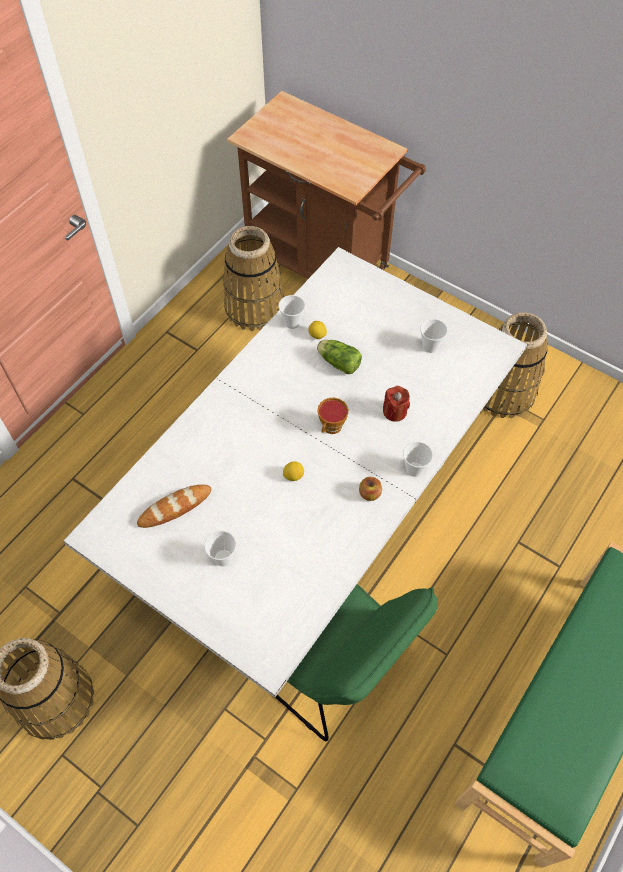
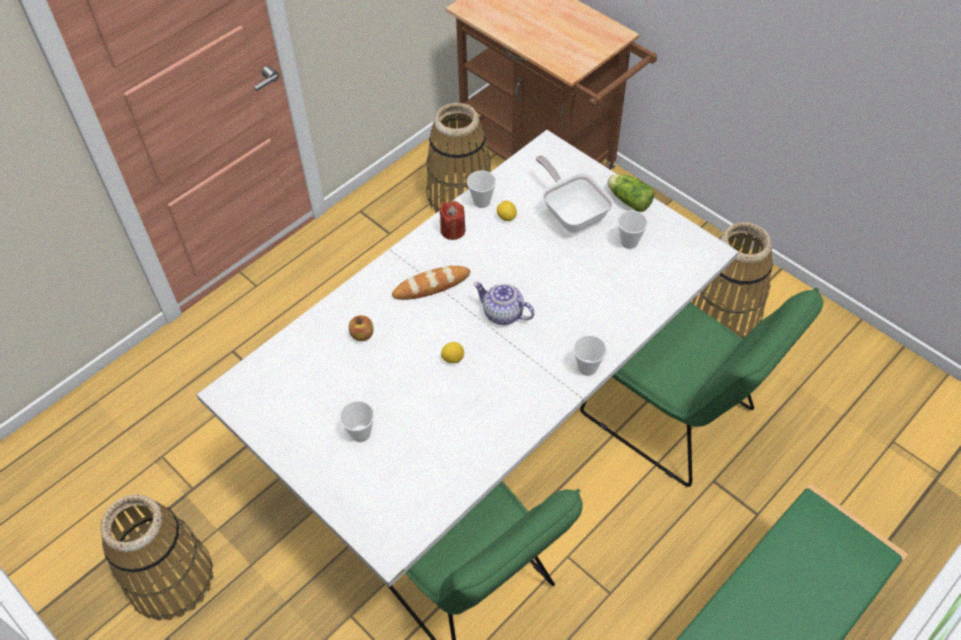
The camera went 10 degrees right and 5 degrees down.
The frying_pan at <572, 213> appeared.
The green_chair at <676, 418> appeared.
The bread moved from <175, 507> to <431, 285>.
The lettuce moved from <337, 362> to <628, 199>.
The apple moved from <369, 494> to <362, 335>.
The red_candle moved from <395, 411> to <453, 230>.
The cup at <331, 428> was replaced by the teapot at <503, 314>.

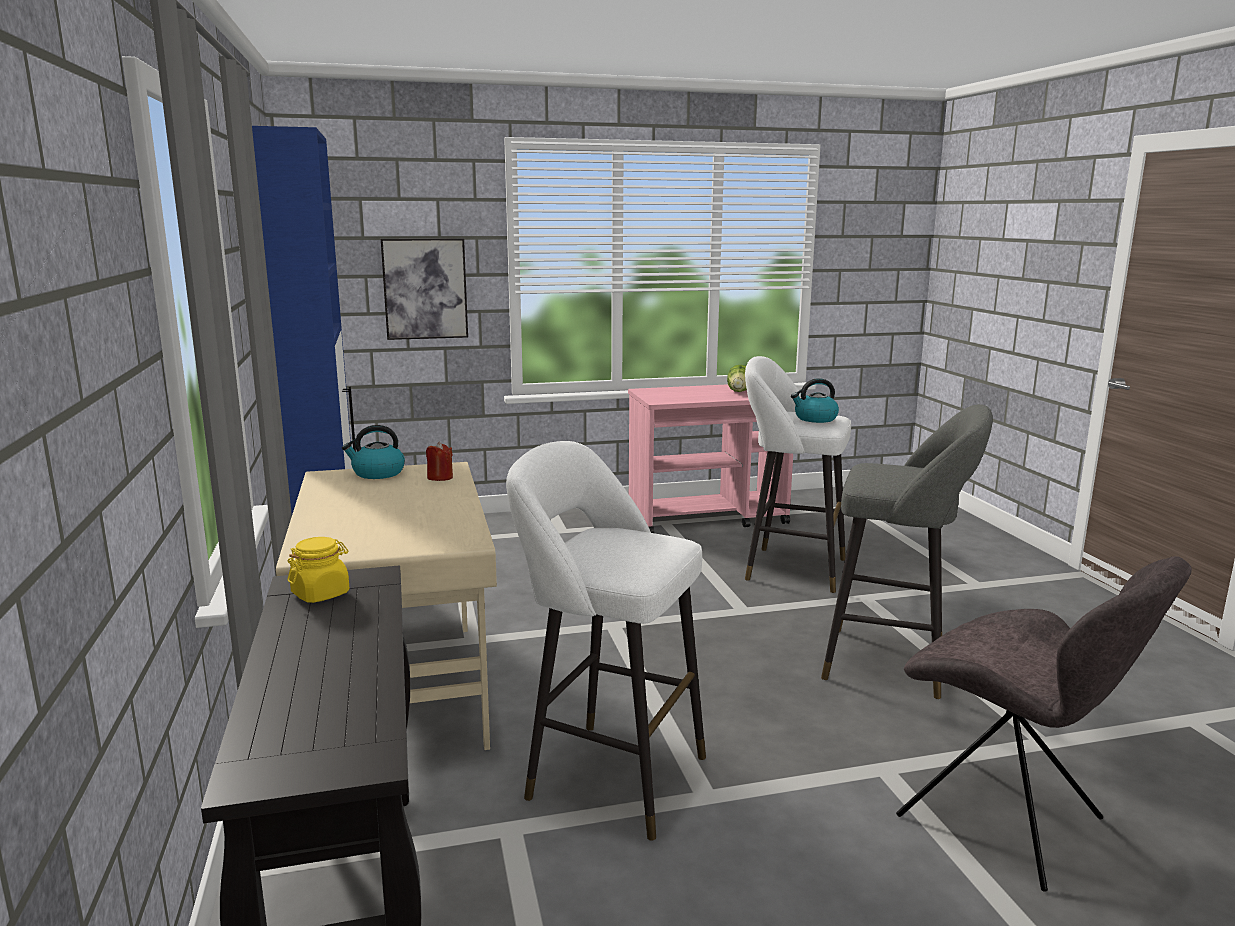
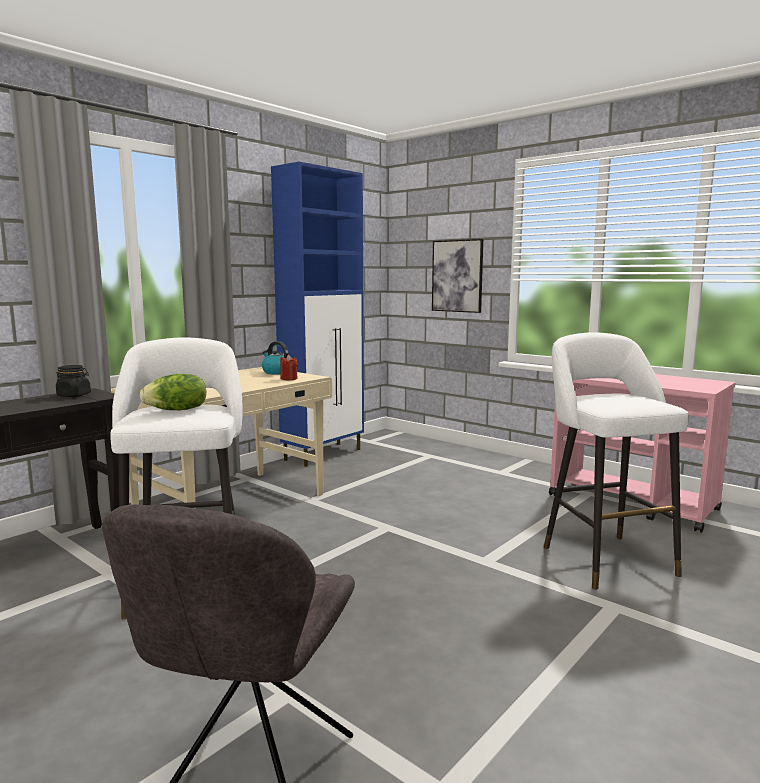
The camera went 55 degrees right and 5 degrees down.
The kettle at <815, 419> disappeared.
The grey_stool at <893, 663> disappeared.
The lettuce moved from <740, 391> to <177, 410>.
The yellow_jar at <321, 594> became the black_jar at <74, 395>.

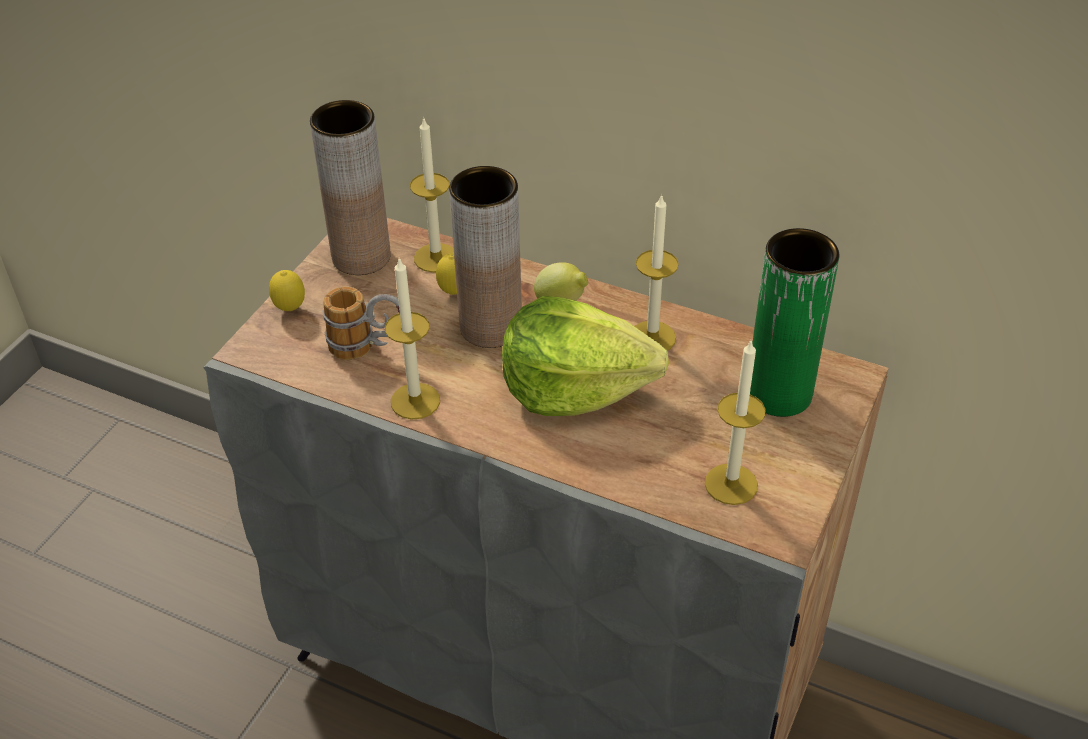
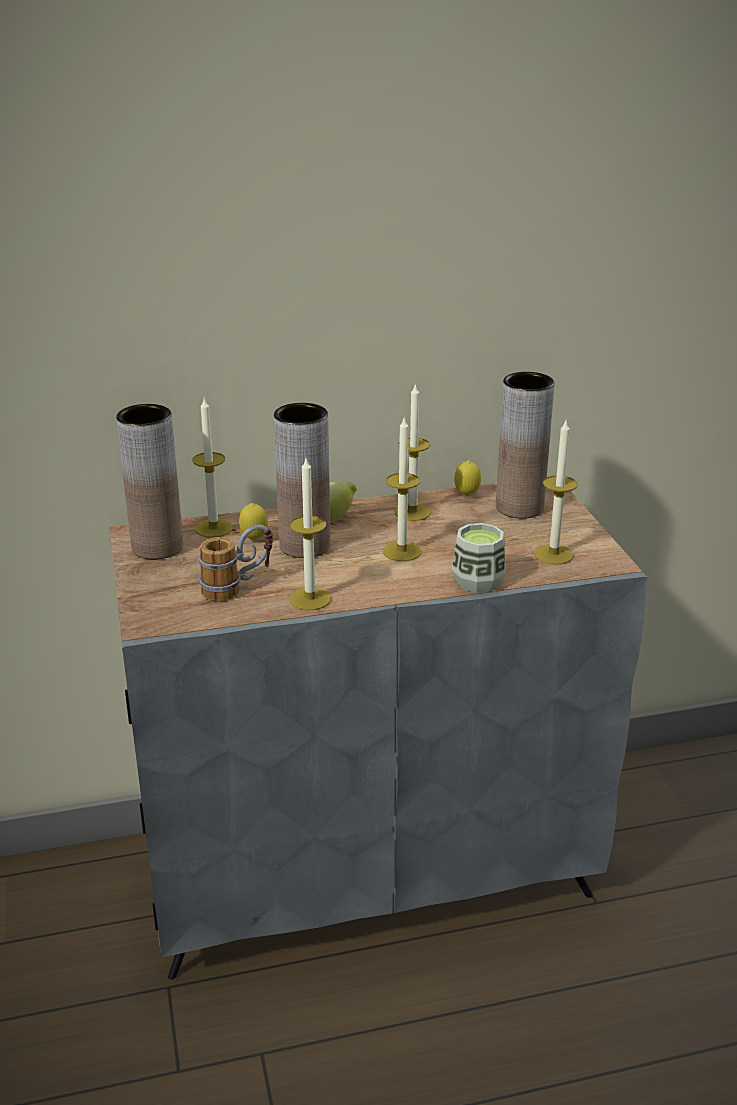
The camera went 40 degrees left and 15 degrees down.
The cup at <477, 582> appeared.
The lemon moved from <290, 309> to <466, 495>.
The lettuce at <575, 387> was replaced by the candle at <401, 551>.
The green_vase at <779, 393> became the brown_vase at <519, 508>.

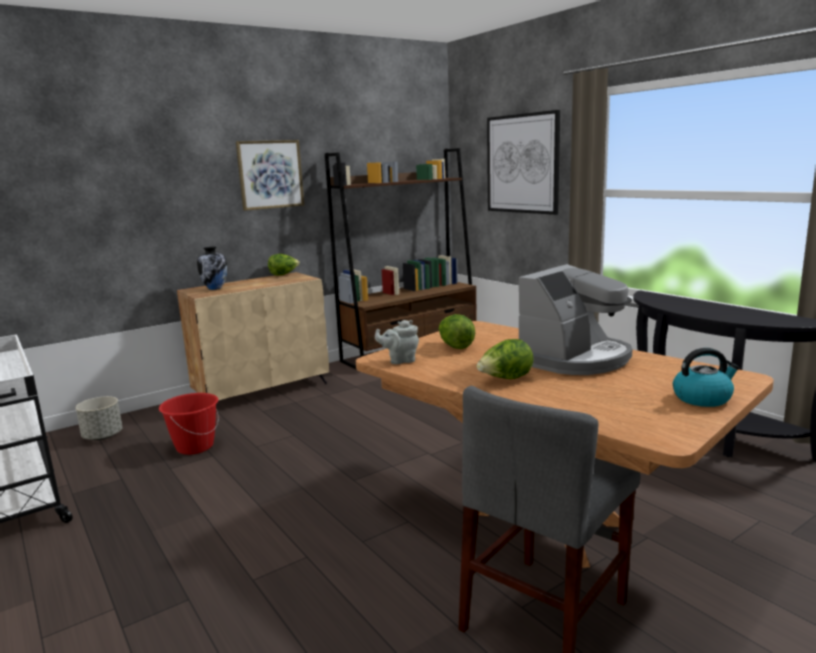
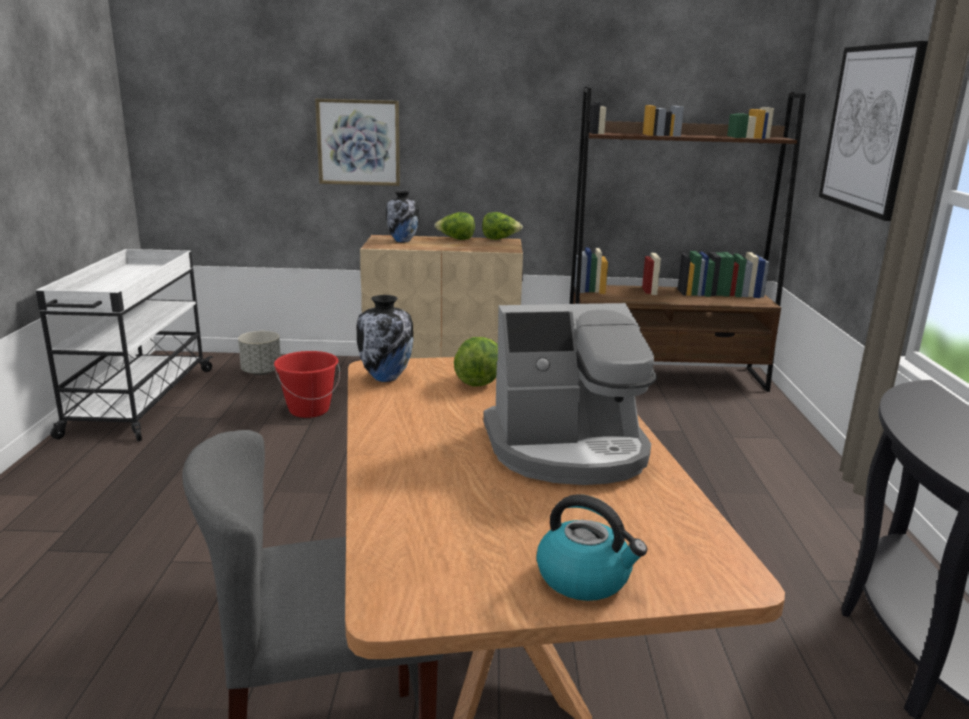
The camera went 35 degrees right and 5 degrees up.
The picture moved from <270, 174> to <358, 142>.
The lettuce moved from <505, 379> to <456, 239>.
The grey_teapot at <400, 360> was replaced by the vase at <386, 378>.

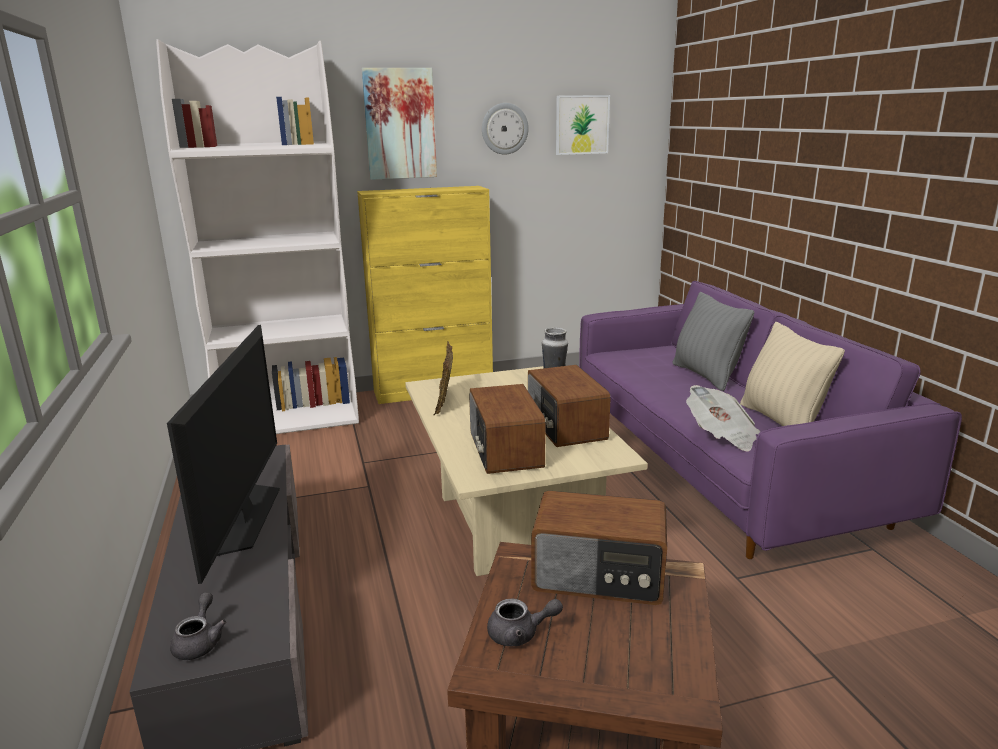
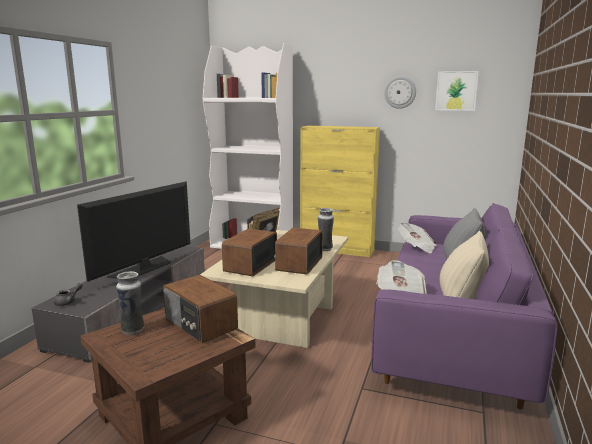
The camera went 35 degrees right and 5 degrees down.
The picture at <400, 124> disappeared.
The newspaper at <416, 247> appeared.
The grey_teapot at <520, 634> was replaced by the vase at <133, 330>.

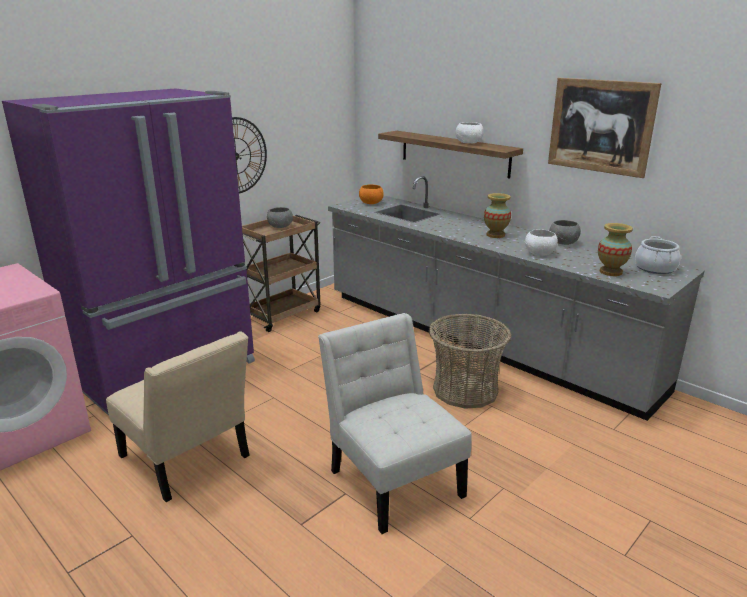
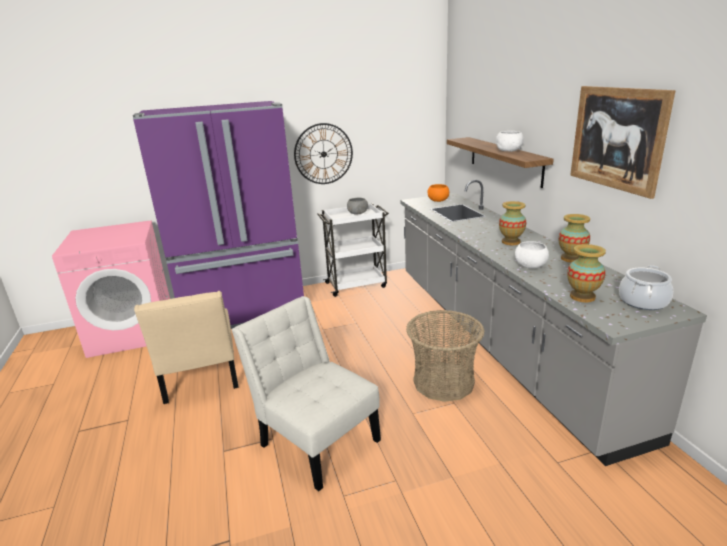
The camera went 30 degrees right and 0 degrees up.
The grey_bowl at <563, 243> was replaced by the vase at <571, 259>.
The brown_cart at <283, 314> became the white_cart at <357, 284>.
The white_chair at <393, 478> turned 45 degrees counterclockwise.

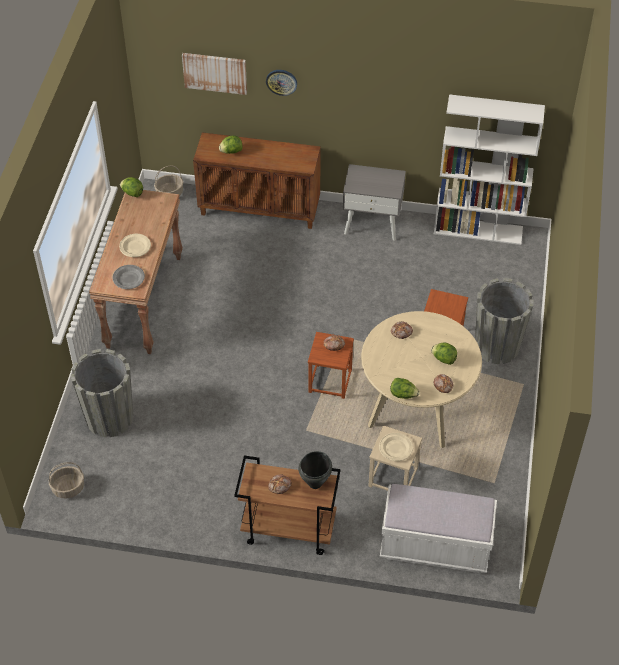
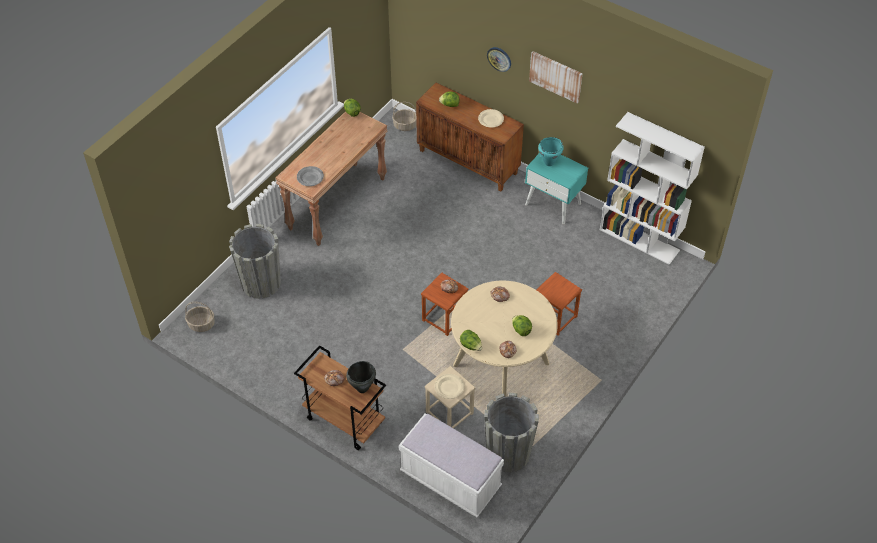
The camera went 25 degrees right and 0 degrees up.
The turquoise_cooking_pot at <548, 162> appeared.
The beige_plate moved from <135, 247> to <491, 119>.
The picture moved from <215, 72> to <556, 76>.
The grey_planter moved from <497, 346> to <508, 453>.
The grey_nightstand at <372, 223> became the turquoise_nightstand at <553, 204>.

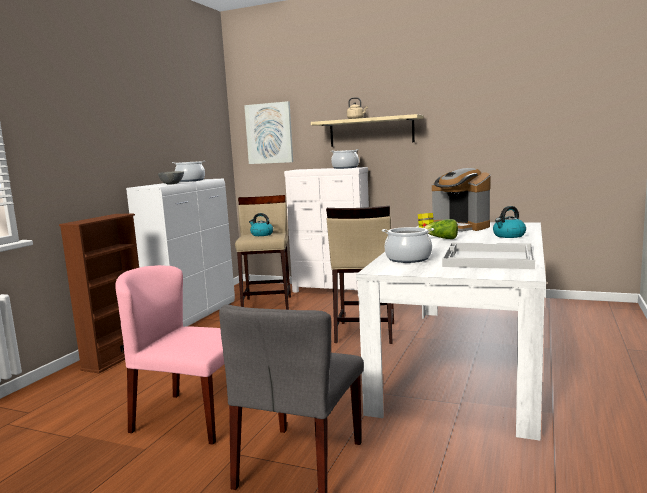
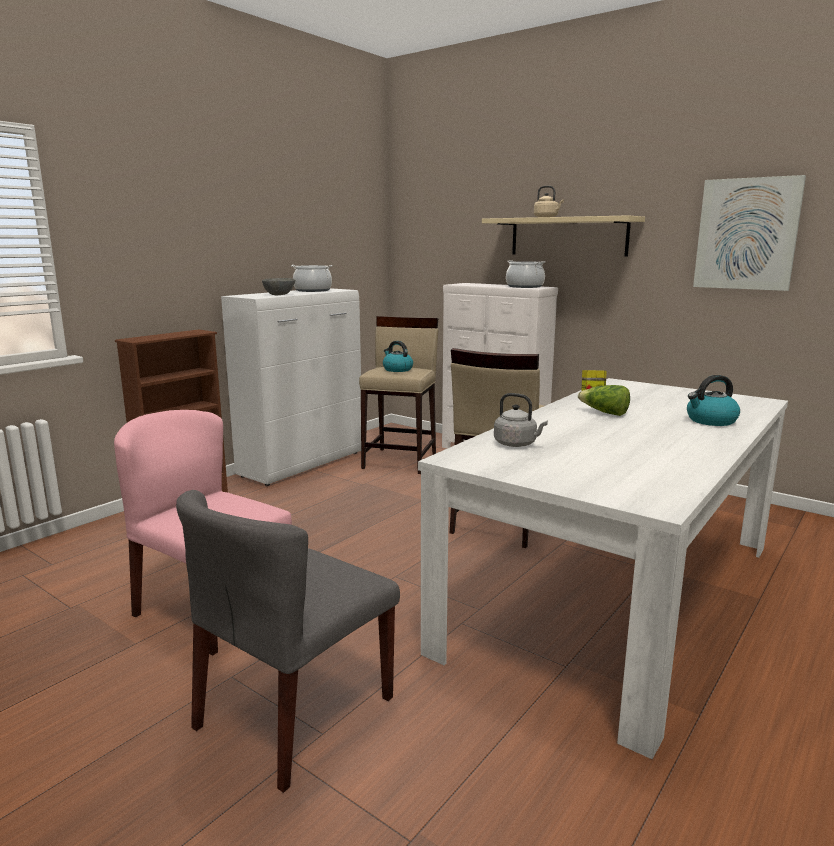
The camera went 15 degrees right and 5 degrees up.
The coffee_machine at <460, 227> disappeared.
The white_tray at <488, 258> disappeared.
The picture moved from <269, 133> to <747, 234>.
The cooking_pot at <408, 259> was replaced by the grey_kettle at <517, 444>.

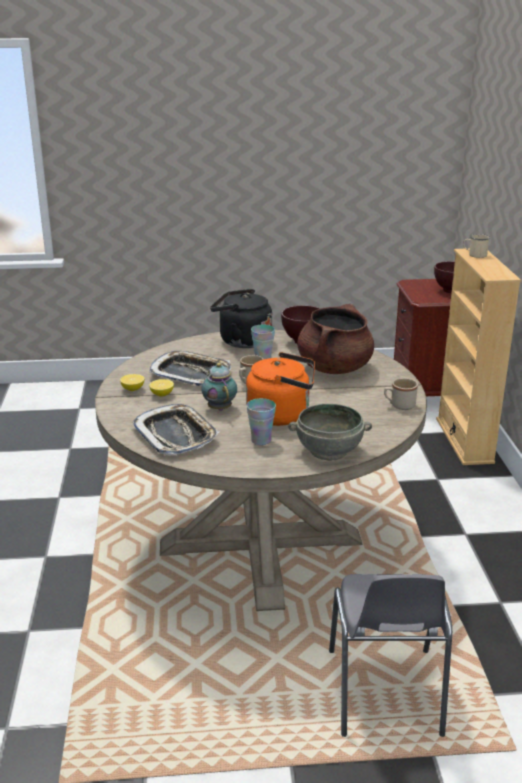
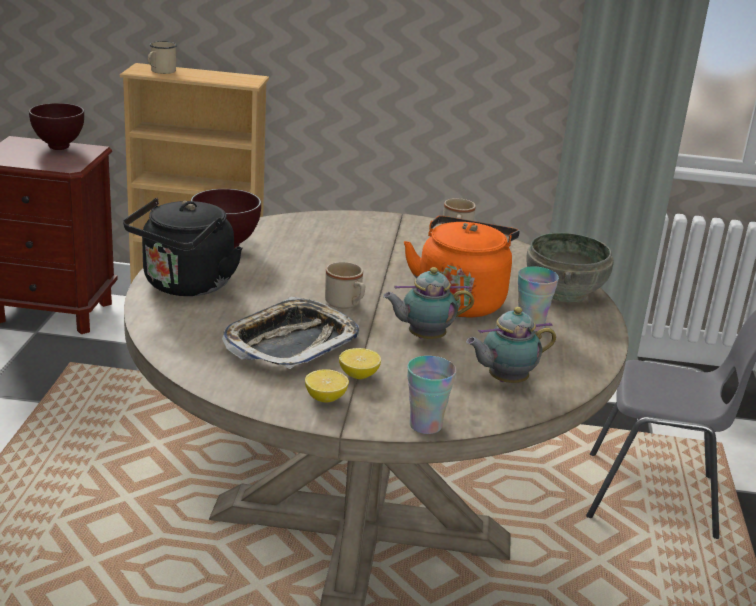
The camera went 80 degrees left and 0 degrees up.
The brown_cooking_pot at <334, 368> disappeared.
The cup moved from <262, 359> to <425, 425>.
The tray at <176, 435> was replaced by the teapot at <504, 381>.

